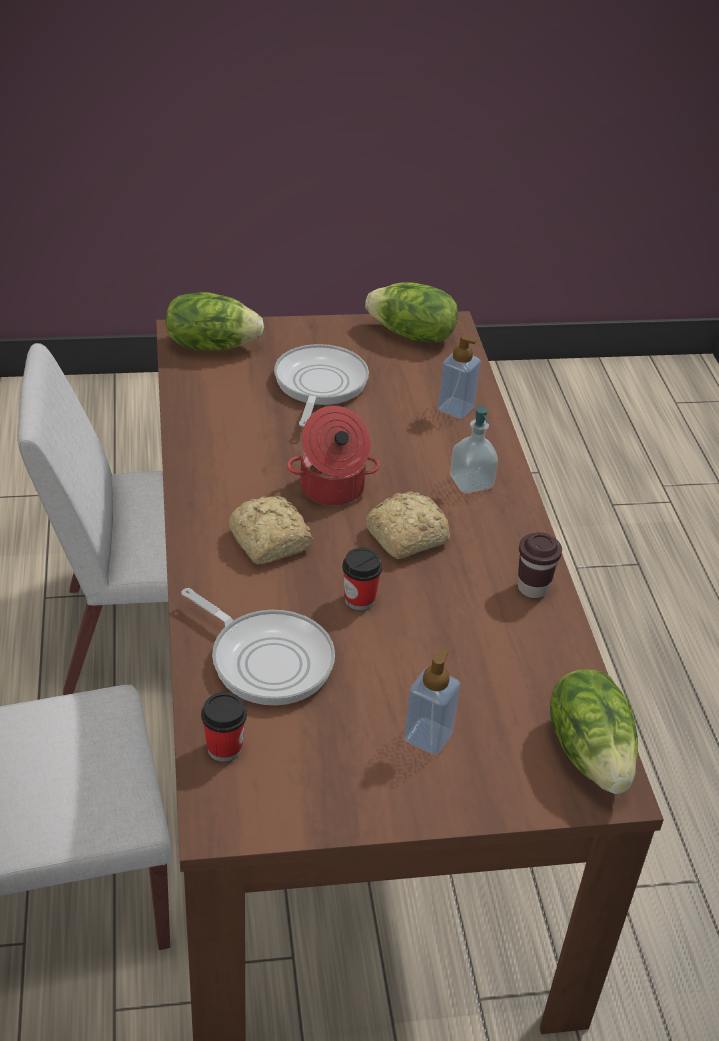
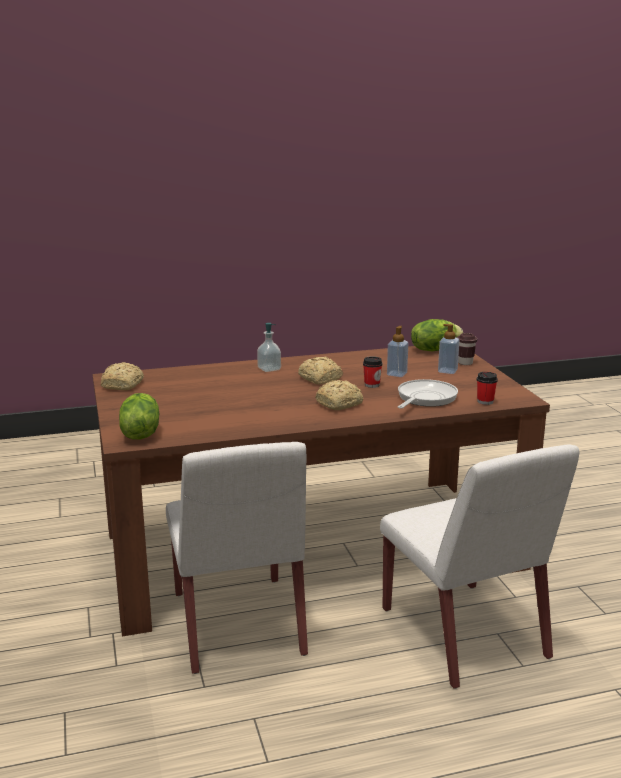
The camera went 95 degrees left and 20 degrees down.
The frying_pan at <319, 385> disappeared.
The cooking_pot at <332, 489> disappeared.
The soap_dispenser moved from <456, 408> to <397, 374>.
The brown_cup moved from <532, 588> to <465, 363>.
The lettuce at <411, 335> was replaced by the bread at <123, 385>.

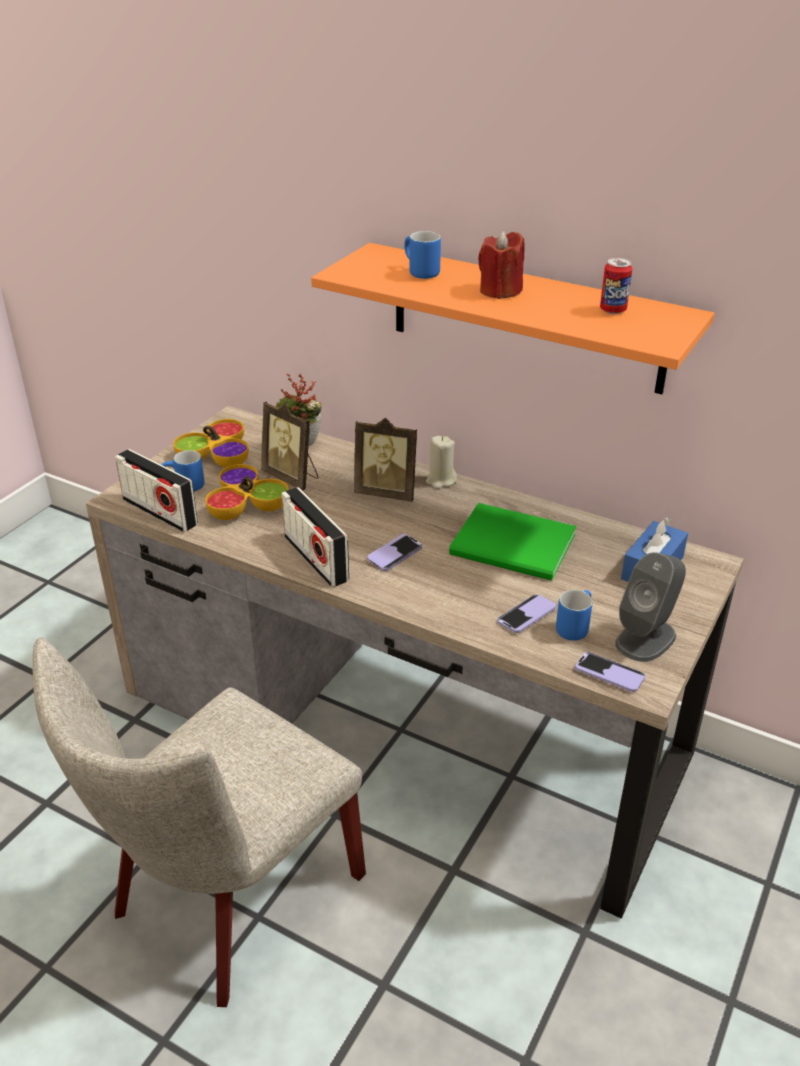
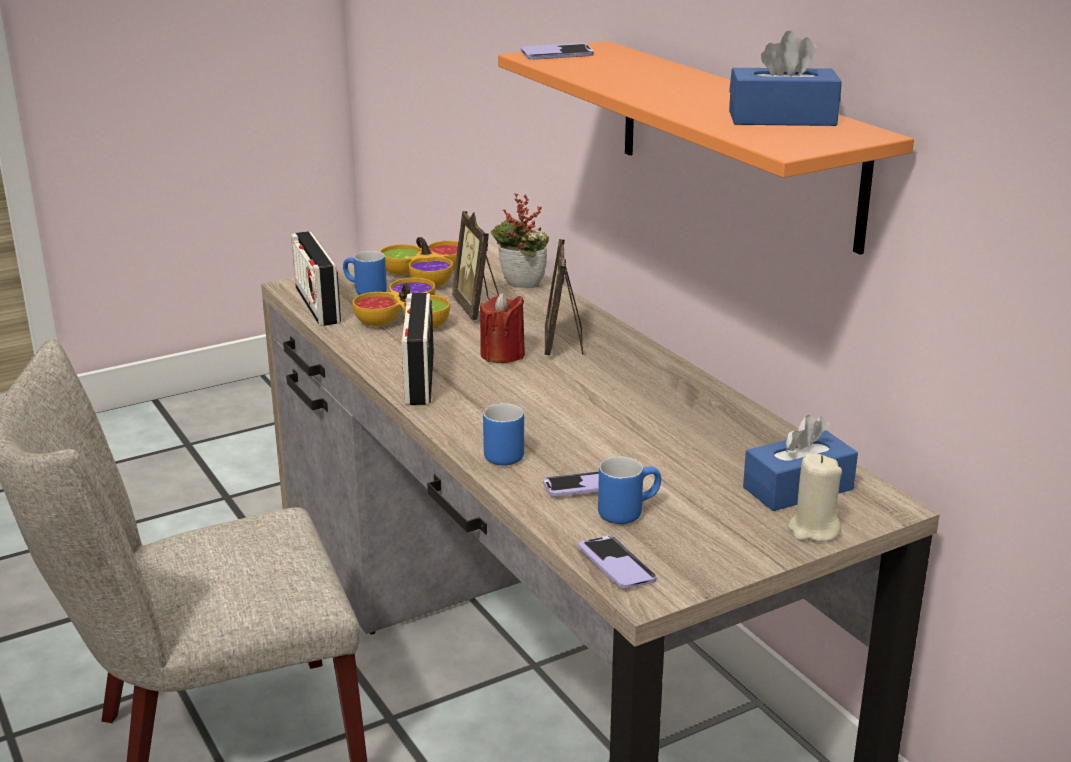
The camera went 30 degrees right and 10 degrees down.
The green_book at <515, 547> disappeared.
The grey_speaker at <646, 638> disappeared.
The phone moved from <395, 554> to <557, 54>.
The blue_mug moved from <418, 272> to <500, 453>.
The beige_candle moved from <440, 480> to <813, 530>.
The red_candle moved from <500, 291> to <502, 355>.
The can at <613, 310> was replaced by the blue_tissue_box at <782, 118>.
The picture_frame at <387, 492> turned 45 degrees clockwise.

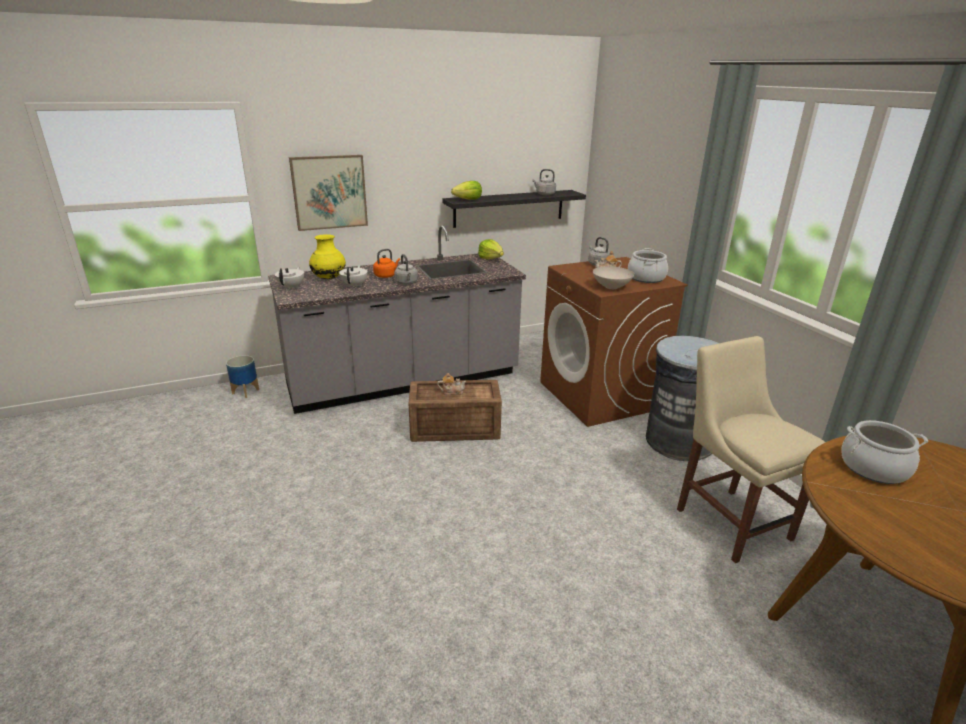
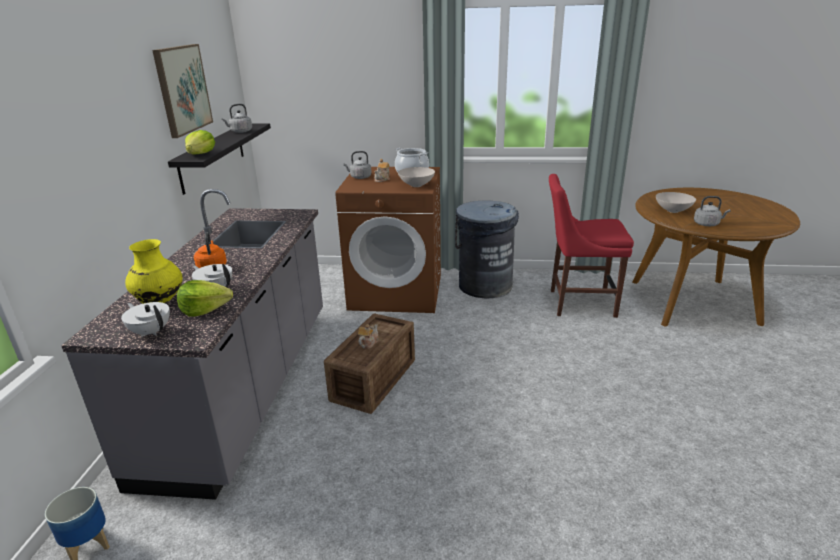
The camera went 60 degrees left and 0 degrees up.
The picture moved from <329, 192> to <182, 89>.
The grey_kettle moved from <406, 283> to <707, 224>.
The lettuce moved from <491, 258> to <205, 309>.
The cooking_pot at <874, 468> was replaced by the white_bowl at <673, 211>.
The beige_chair at <729, 520> became the red_chair at <578, 303>.

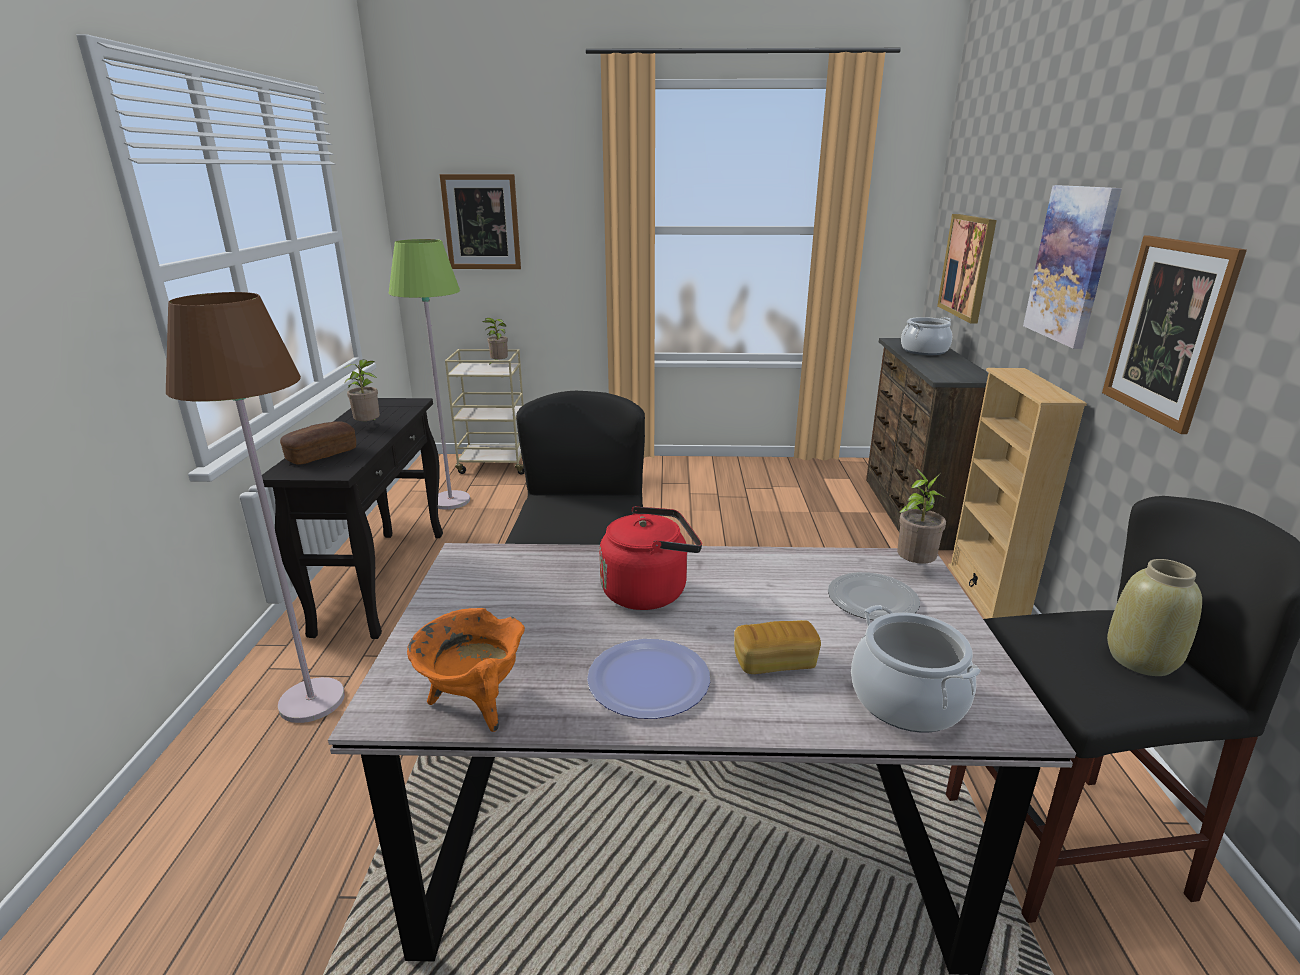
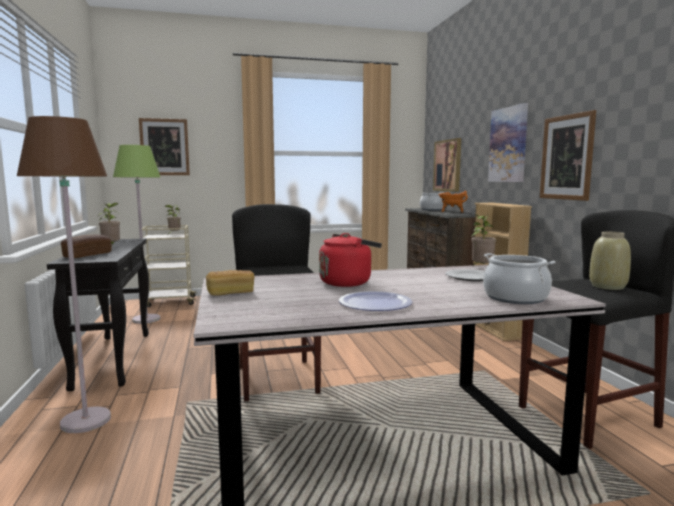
The camera went 15 degrees left and 15 degrees down.
The orange_cooking_pot moved from <474, 703> to <452, 212>.
The bread moved from <775, 662> to <231, 293>.

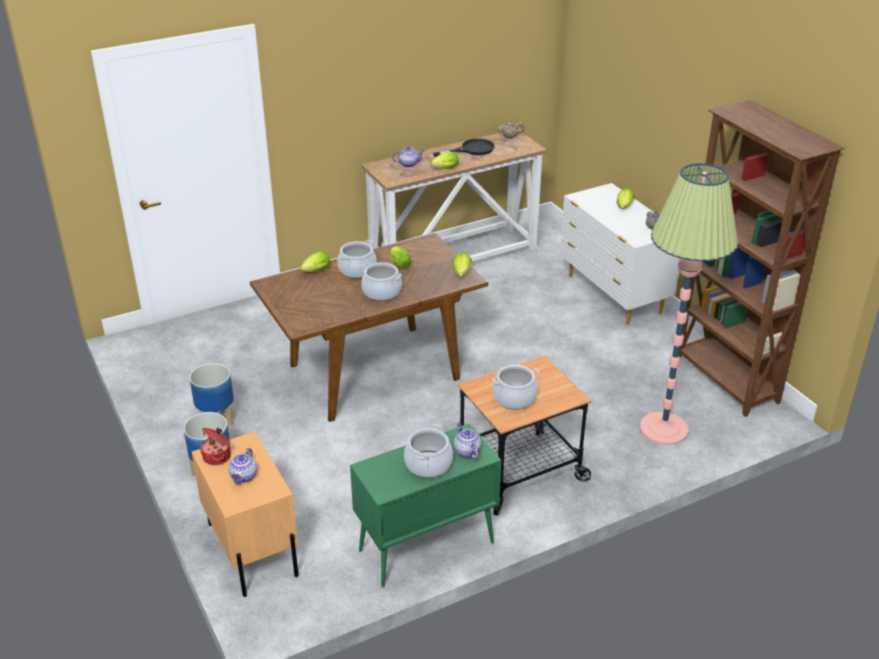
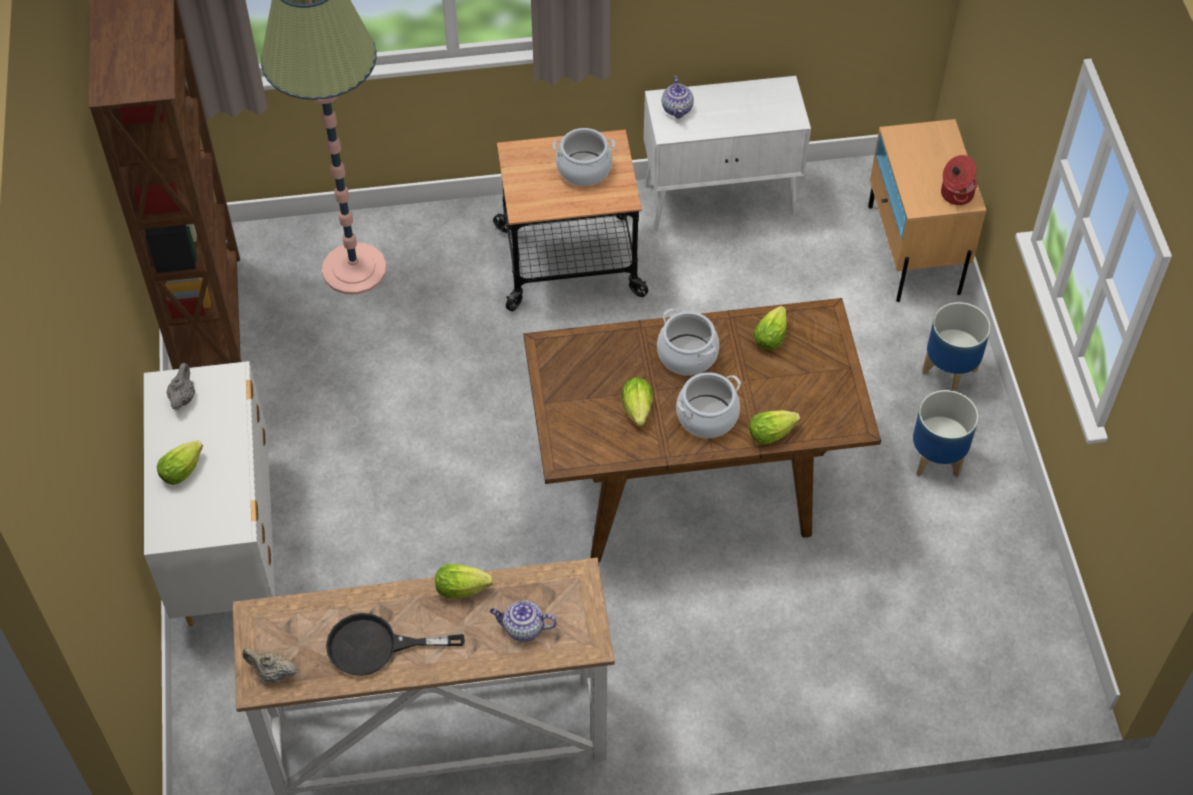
The camera went 160 degrees left and 20 degrees up.
The teapot at <244, 477> disappeared.
The cooking_pot at <428, 464> disappeared.
The lettuce moved from <461, 274> to <771, 335>.
The green_cabinet at <425, 547> became the white_cabinet at <721, 199>.

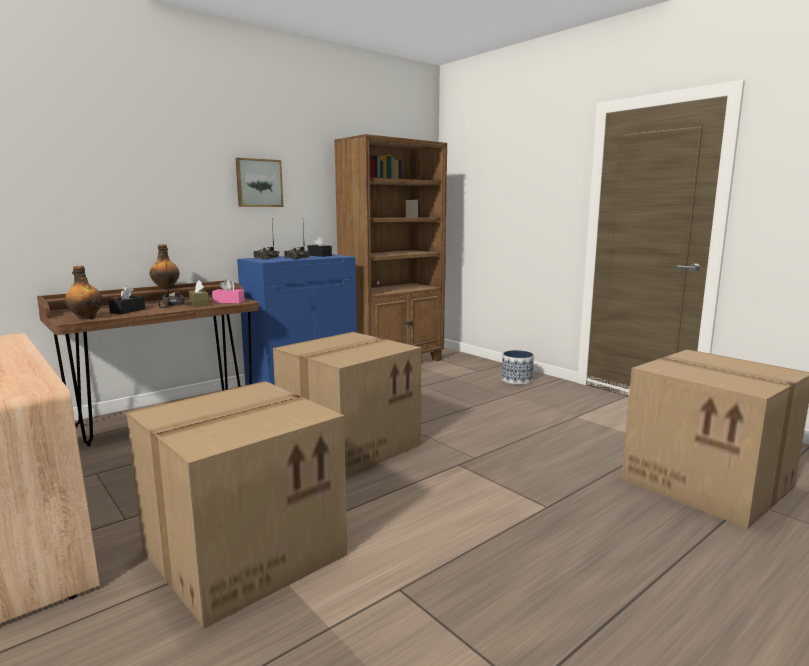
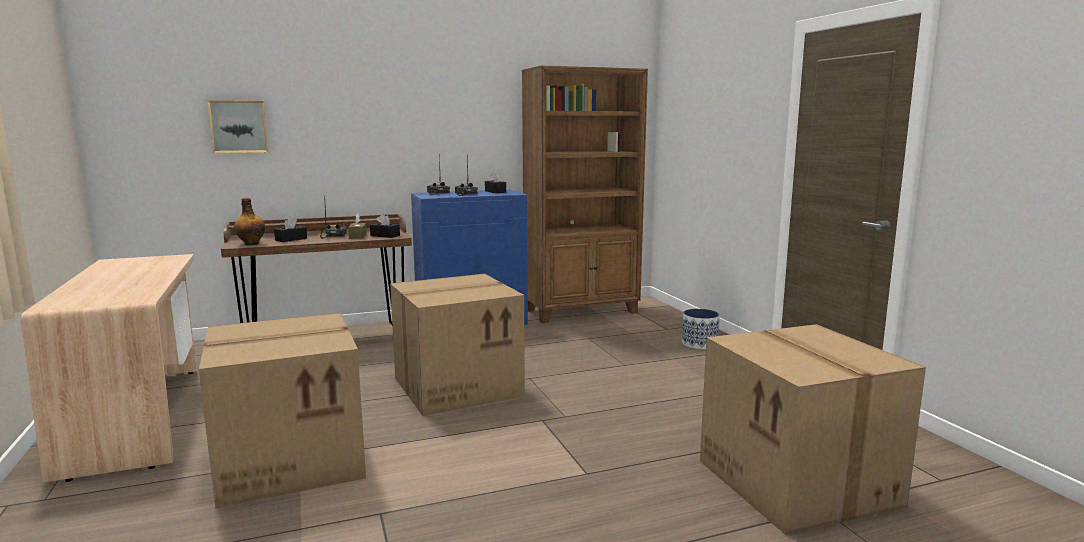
The camera went 20 degrees right and 0 degrees up.
The bottle at <166, 288> disappeared.
The picture moved from <258, 183> to <238, 126>.
The pink_tissue_box at <228, 302> became the black_tissue_box at <385, 236>.

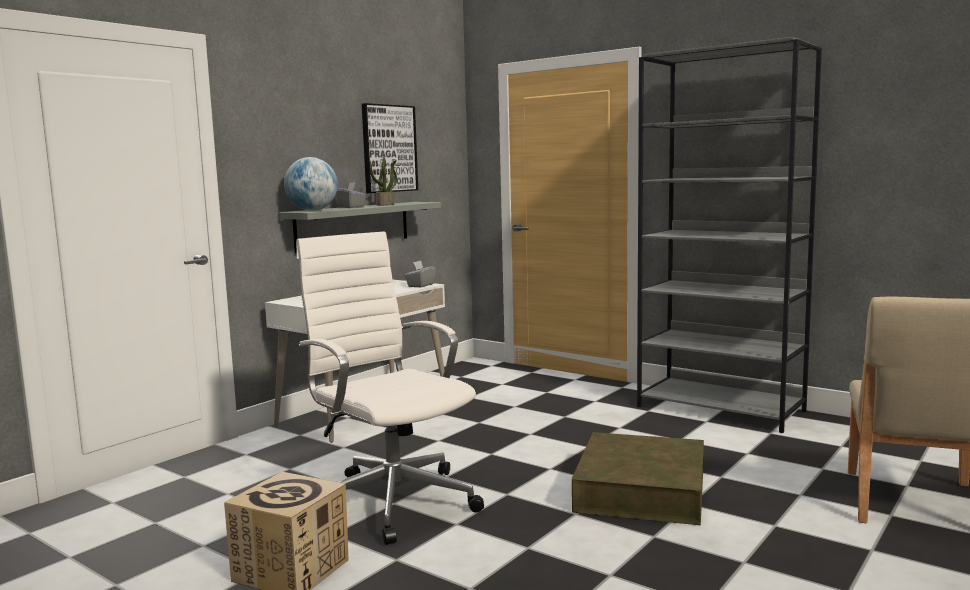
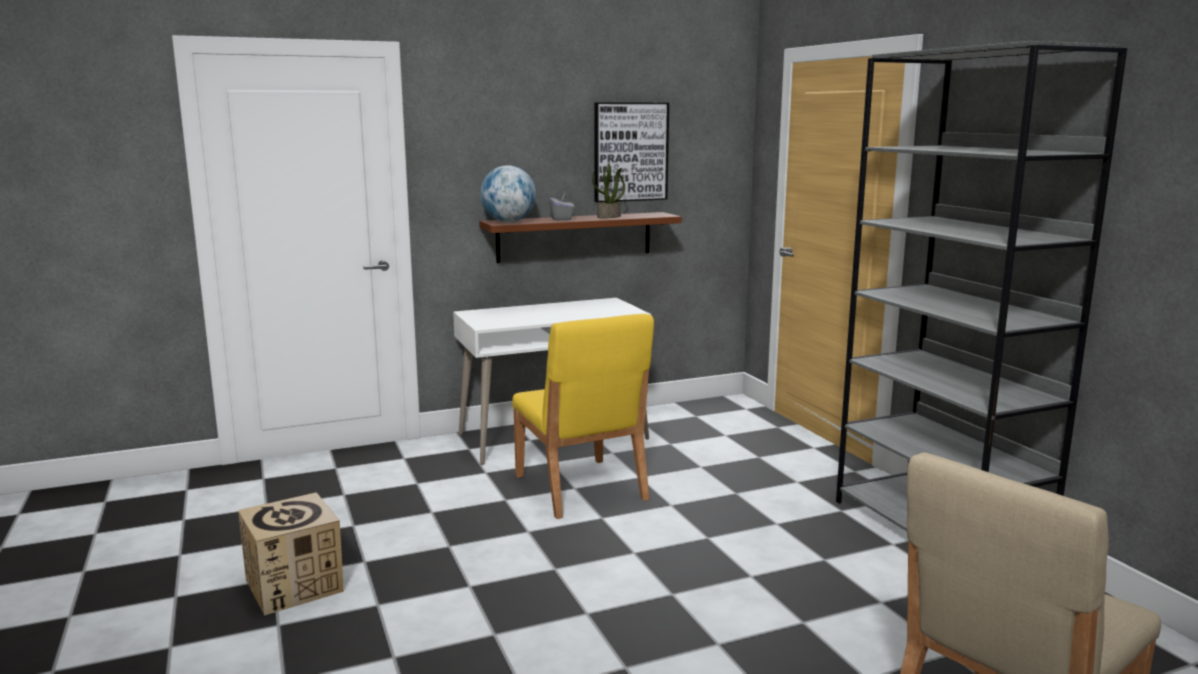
The camera went 30 degrees right and 5 degrees up.
The white_office_chair at <391, 500> disappeared.
The grey_tissue_box at <420, 285> disappeared.
The brown_storage_box at <641, 490> disappeared.
The yellow_chair at <580, 488> appeared.
The grey_shelf at <353, 225> became the brown_shelf at <574, 237>.

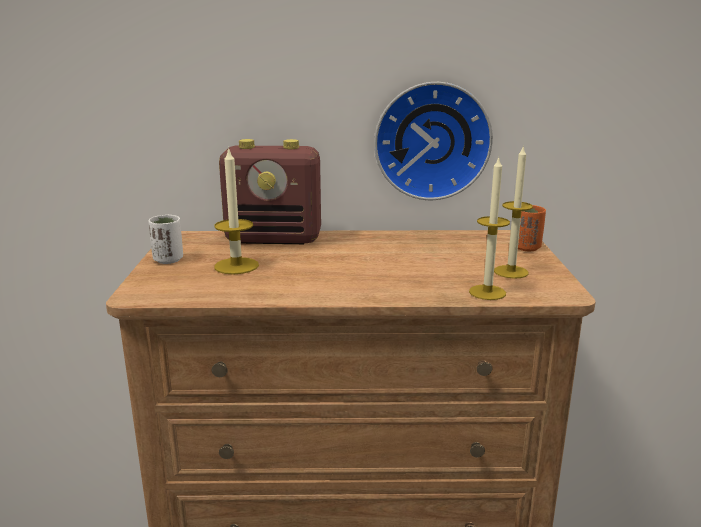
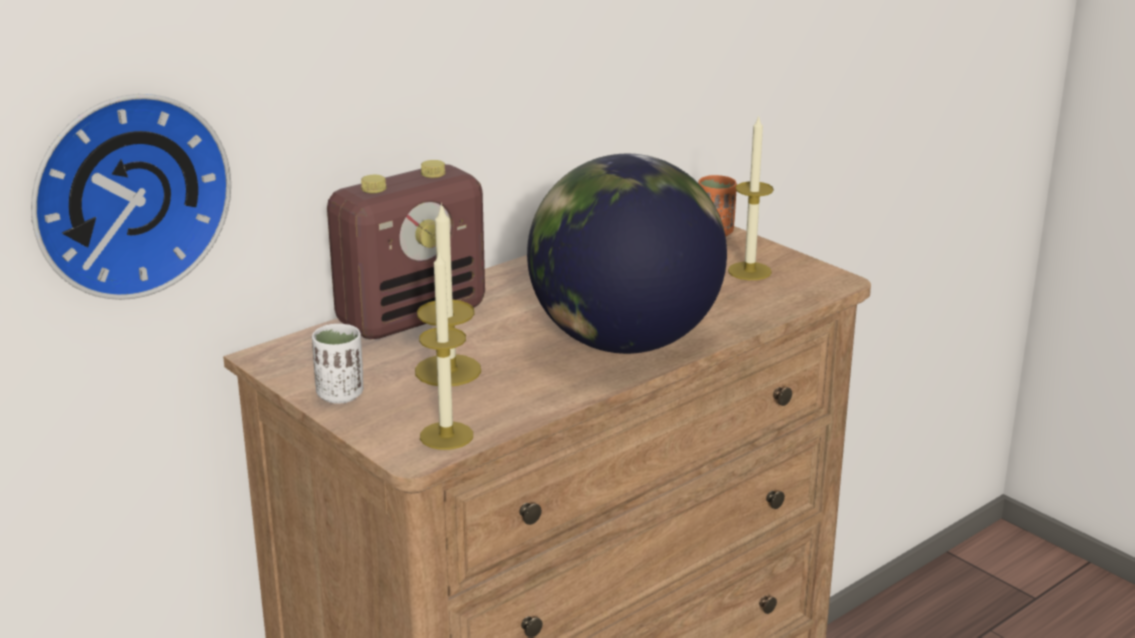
The camera went 40 degrees left and 5 degrees up.
The globe at <624, 342> appeared.
The wall_clock moved from <431, 141> to <126, 193>.
The candle moved from <487, 292> to <446, 436>.

